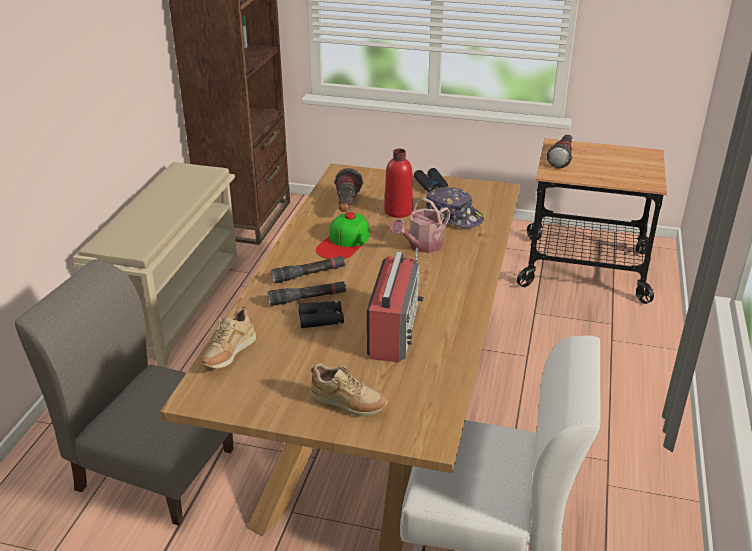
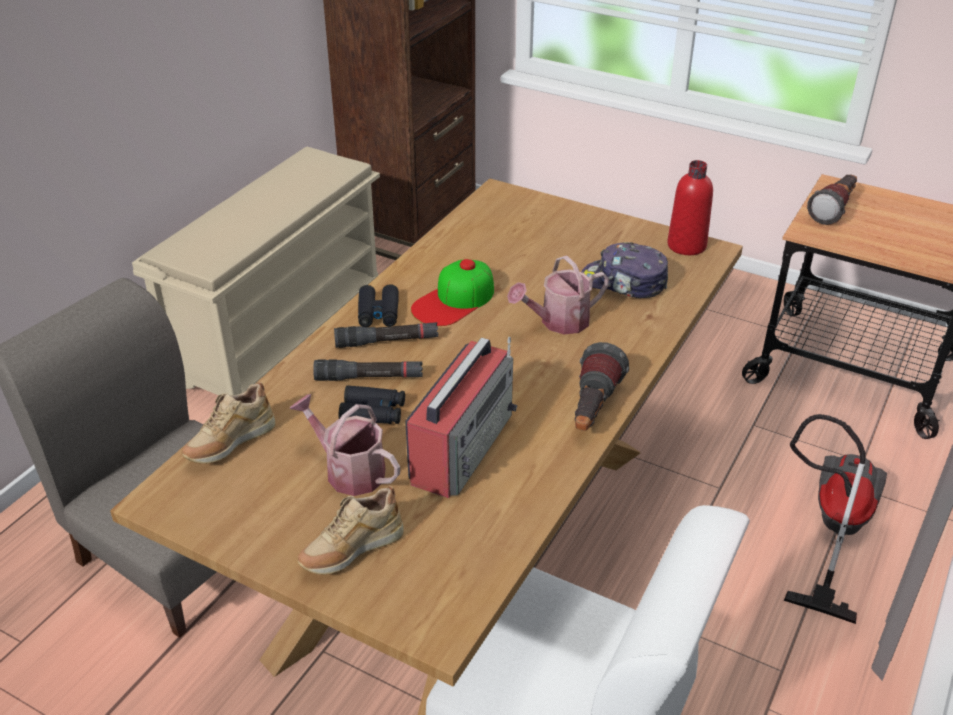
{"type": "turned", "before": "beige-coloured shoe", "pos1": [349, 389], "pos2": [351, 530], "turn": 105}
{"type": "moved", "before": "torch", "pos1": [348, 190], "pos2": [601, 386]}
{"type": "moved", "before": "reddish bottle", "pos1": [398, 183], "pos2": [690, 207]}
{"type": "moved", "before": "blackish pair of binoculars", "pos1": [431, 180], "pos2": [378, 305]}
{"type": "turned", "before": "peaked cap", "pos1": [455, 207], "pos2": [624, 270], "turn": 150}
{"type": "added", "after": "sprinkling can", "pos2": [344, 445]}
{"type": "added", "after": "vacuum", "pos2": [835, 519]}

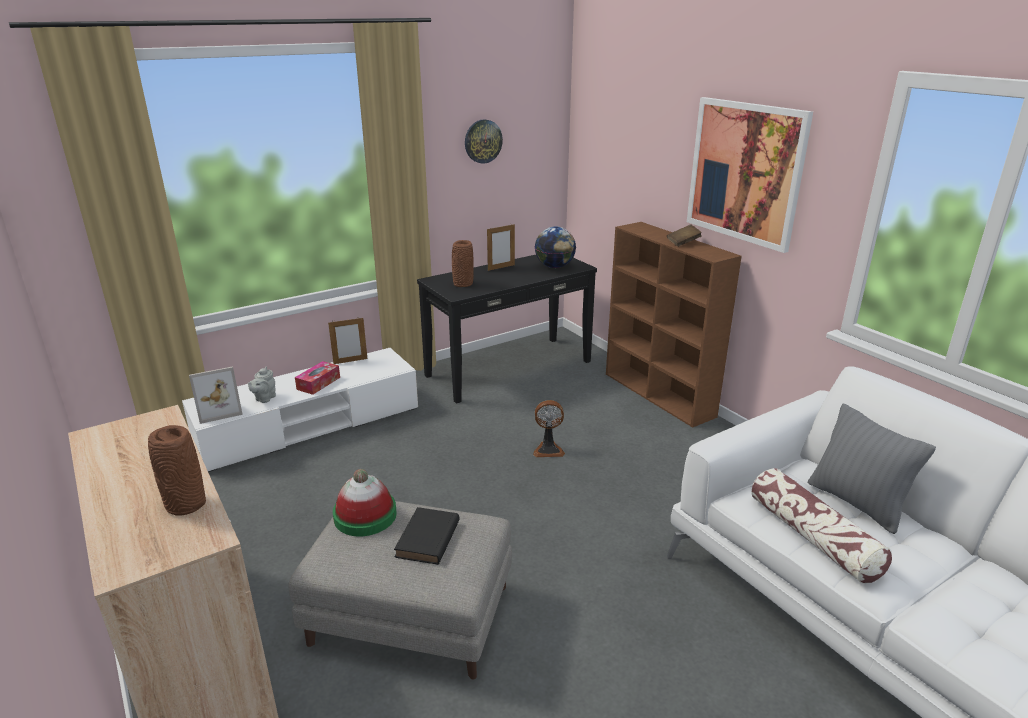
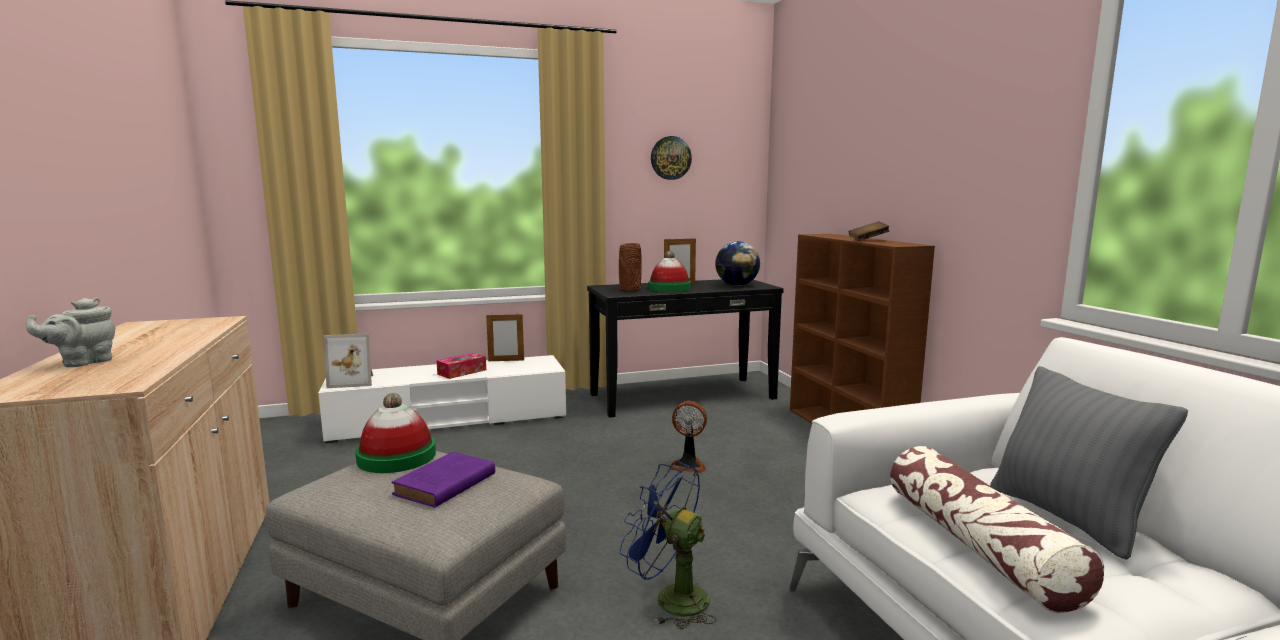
{"type": "removed", "before": "brown-coloured vase", "pos1": [177, 470]}
{"type": "moved", "before": "gray tea pot", "pos1": [262, 385], "pos2": [70, 332]}
{"type": "recoloured", "before": "blackish book", "after": "purplish book", "pos1": [427, 536], "pos2": [443, 480]}
{"type": "removed", "before": "wall art", "pos1": [750, 175]}
{"type": "added", "after": "blue cooling fan", "pos2": [668, 545]}
{"type": "added", "after": "wearable hat", "pos2": [669, 271]}

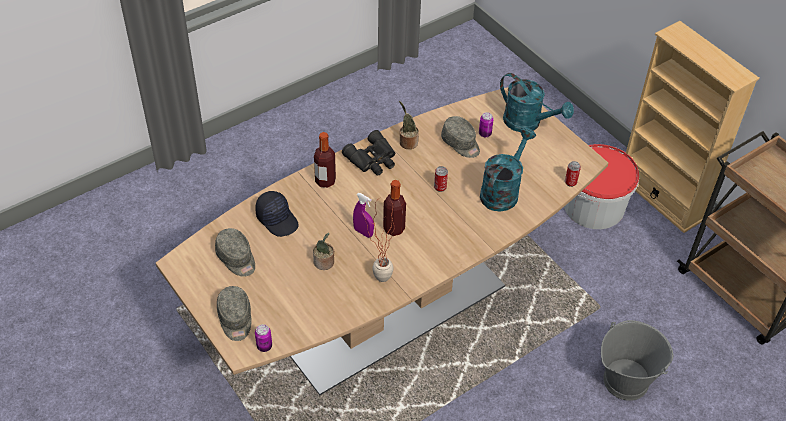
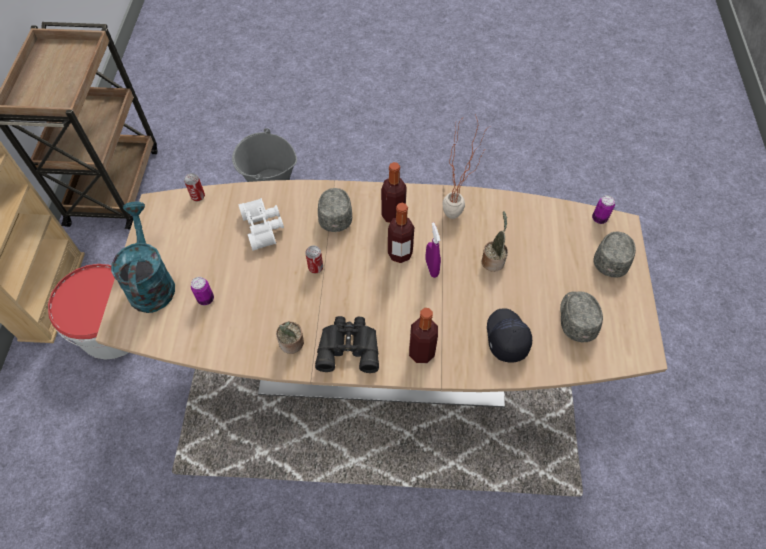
{"type": "moved", "before": "gray peaked cap", "pos1": [460, 137], "pos2": [335, 210]}
{"type": "replaced", "before": "turquoise sprinkling can", "after": "white-coloured pair of binoculars", "pos1": [508, 169], "pos2": [261, 224]}
{"type": "added", "after": "bottle", "pos2": [394, 192]}

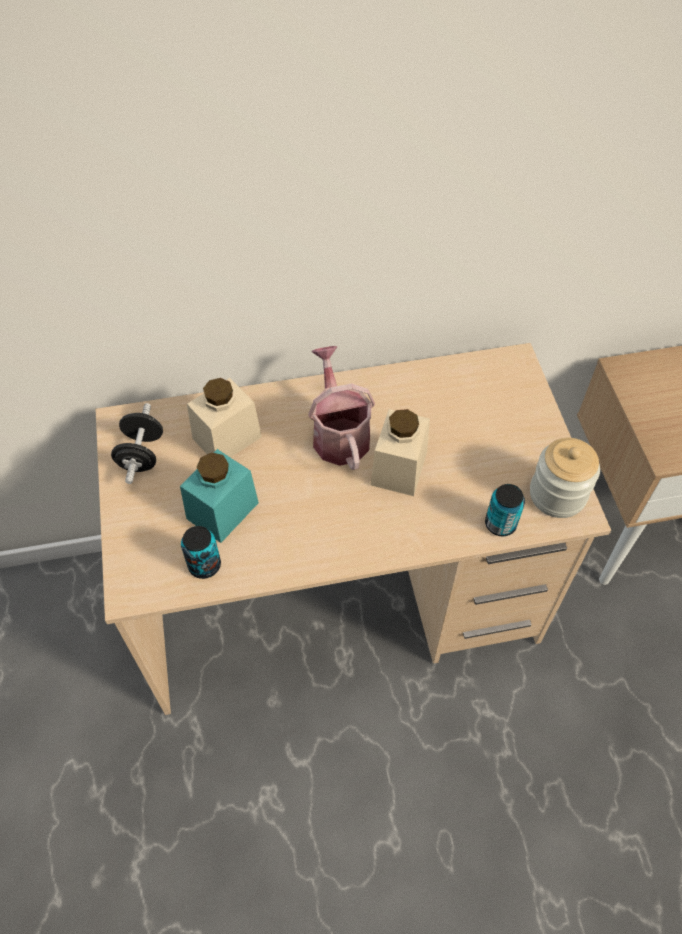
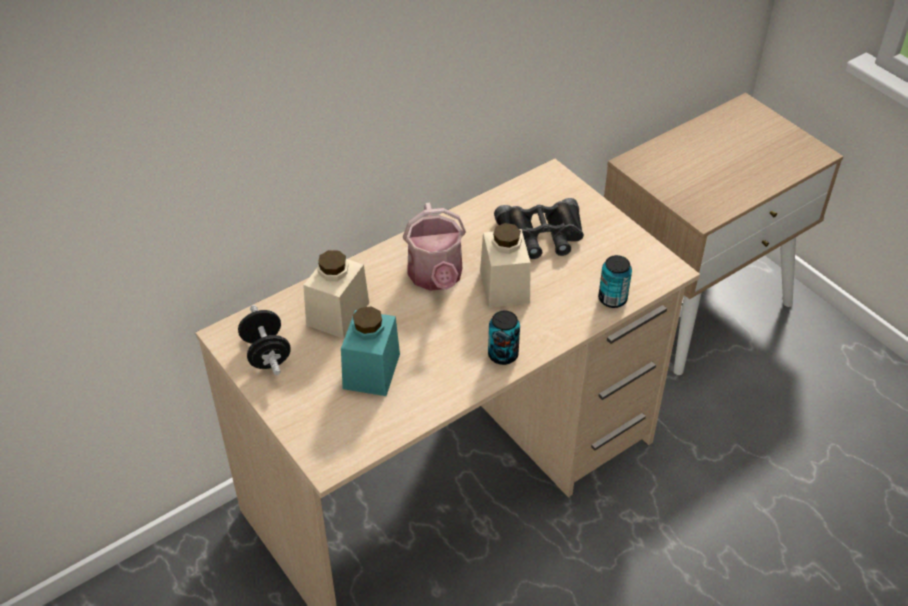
{"type": "moved", "before": "metal can", "pos1": [201, 552], "pos2": [504, 338]}
{"type": "turned", "before": "sprinkling can", "pos1": [341, 408], "pos2": [434, 247], "turn": -150}
{"type": "removed", "before": "jar", "pos1": [565, 478]}
{"type": "added", "after": "blackish pair of binoculars", "pos2": [539, 228]}

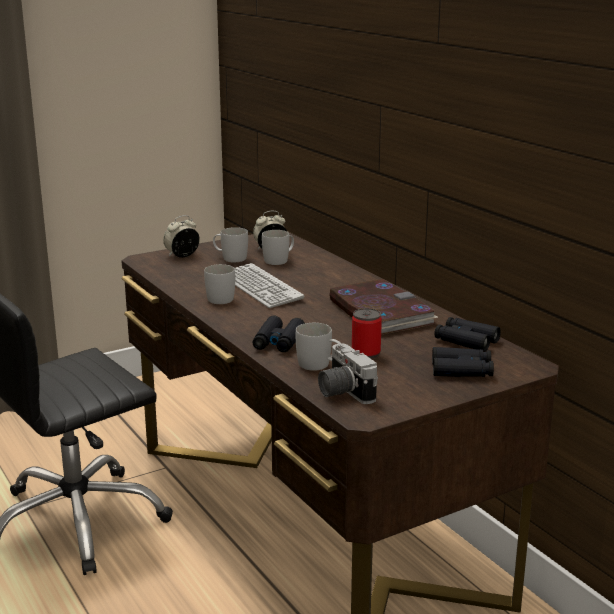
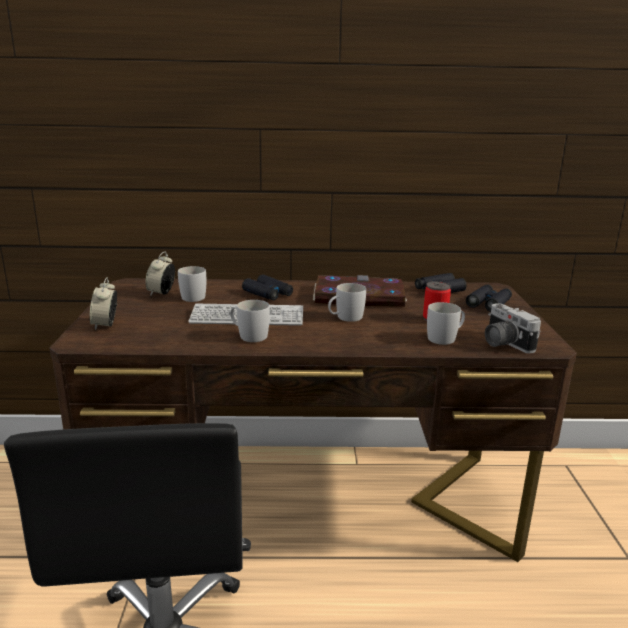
{"type": "moved", "before": "white-coloured coffee mug", "pos1": [230, 244], "pos2": [347, 302]}
{"type": "moved", "before": "blackish pair of binoculars", "pos1": [278, 334], "pos2": [267, 287]}
{"type": "turned", "before": "still camera", "pos1": [348, 374], "pos2": [513, 328], "turn": 60}

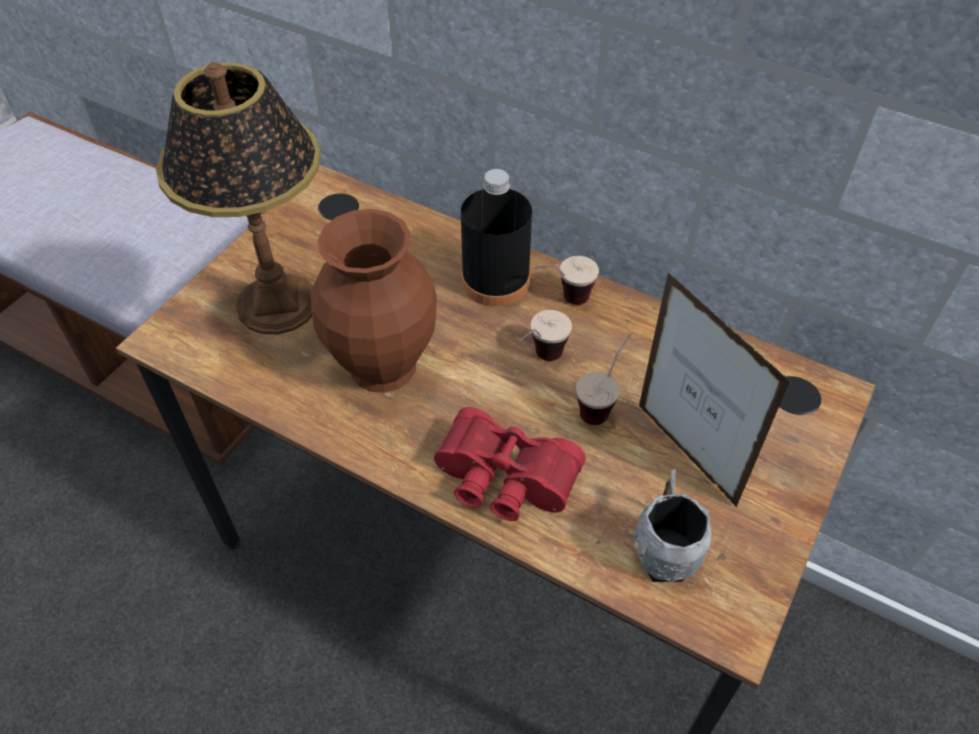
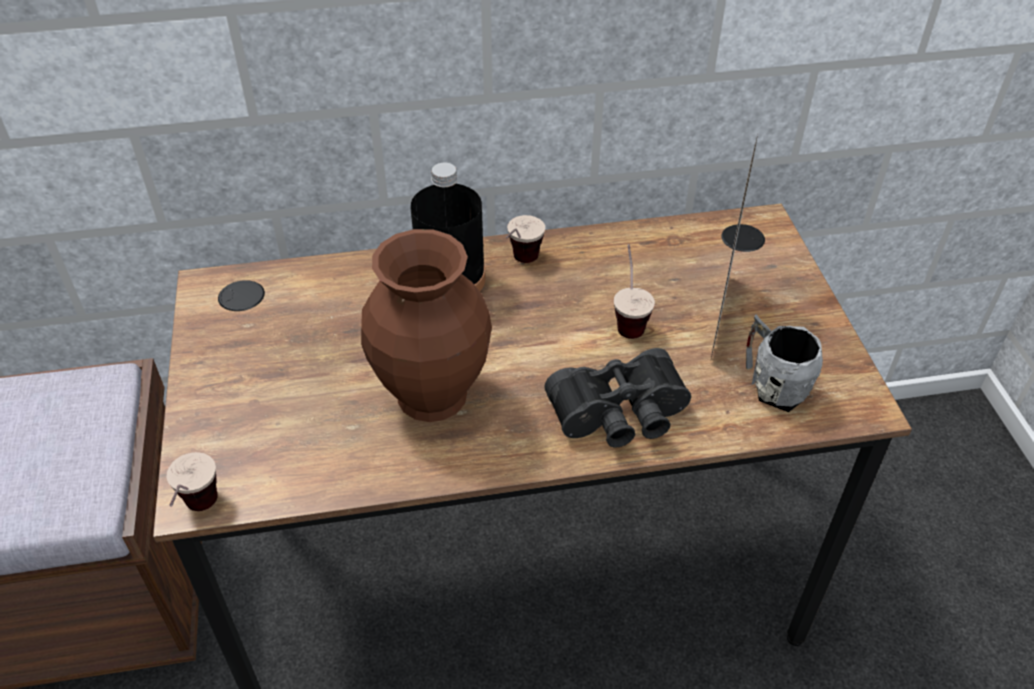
{"type": "removed", "before": "tabletop lamp", "pos1": [238, 198]}
{"type": "recoloured", "before": "reddish pair of binoculars", "after": "blackish pair of binoculars", "pos1": [510, 464], "pos2": [617, 398]}
{"type": "moved", "before": "cup", "pos1": [545, 335], "pos2": [192, 481]}
{"type": "turned", "before": "picture frame", "pos1": [715, 390], "pos2": [734, 246], "turn": 90}

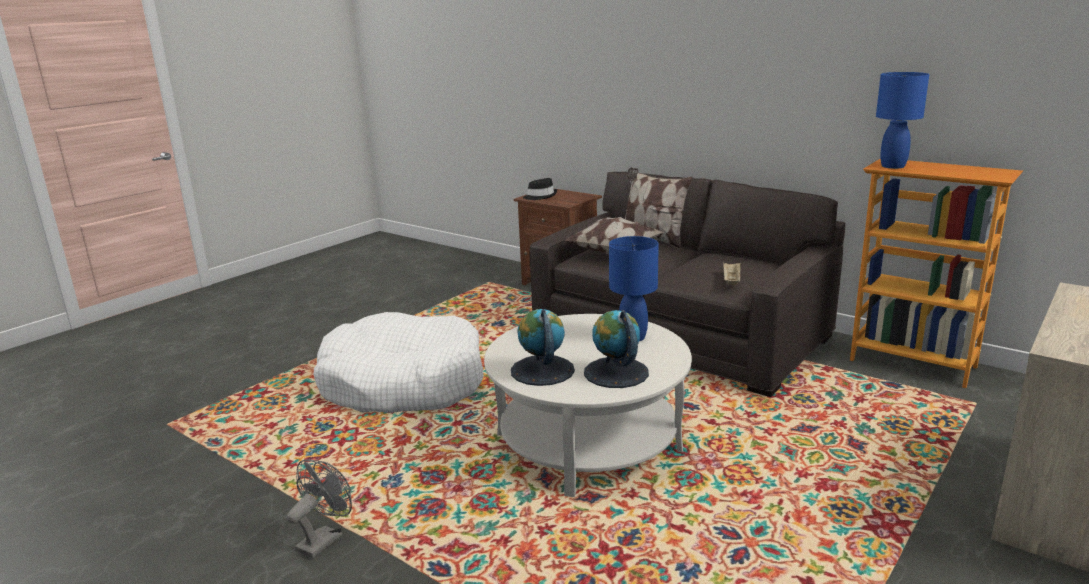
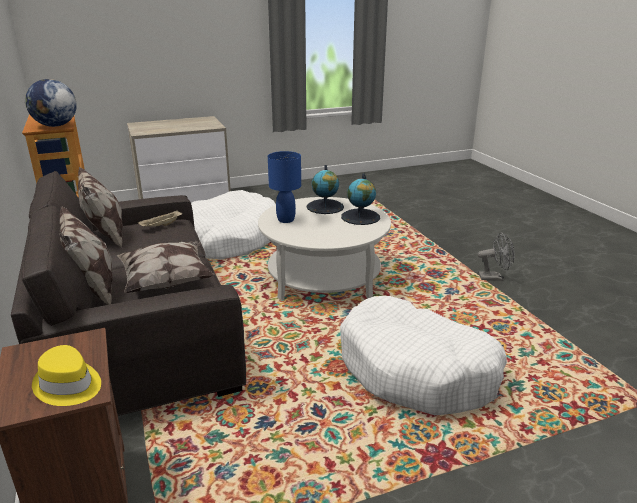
{"type": "turned", "before": "gray cooling fan", "pos1": [319, 508], "pos2": [496, 256], "turn": -150}
{"type": "recoloured", "before": "blackish wearable hat", "after": "yellow wearable hat", "pos1": [540, 189], "pos2": [66, 375]}
{"type": "replaced", "before": "blue tabletop lamp", "after": "world globe", "pos1": [902, 120], "pos2": [51, 103]}
{"type": "added", "after": "cushion", "pos2": [100, 207]}
{"type": "added", "after": "white-coloured dog cushion", "pos2": [233, 225]}

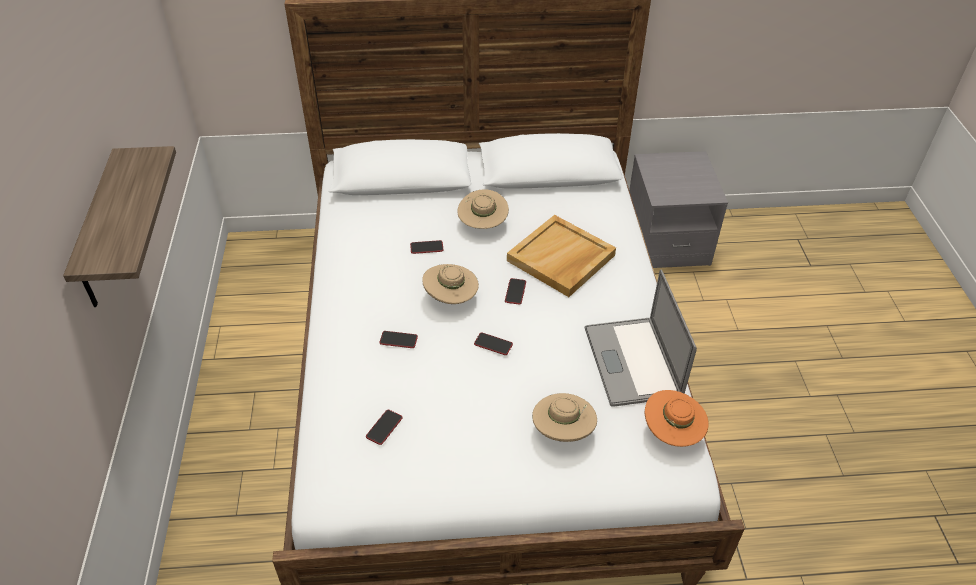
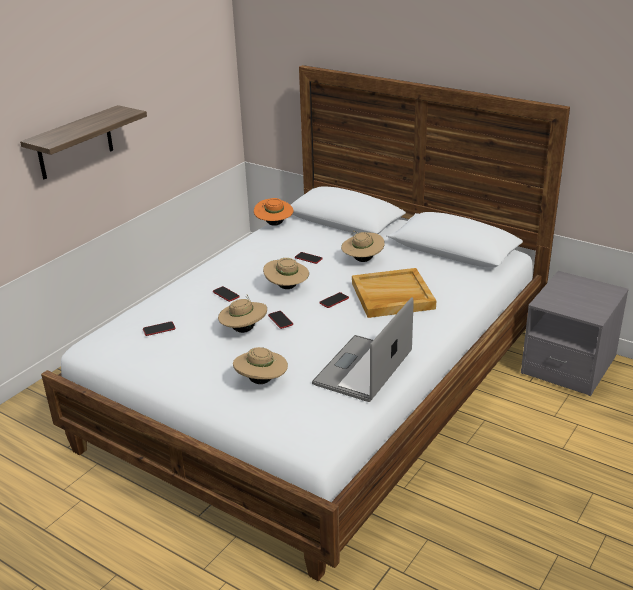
{"type": "moved", "before": "orange wearable hat", "pos1": [677, 418], "pos2": [273, 212]}
{"type": "added", "after": "beige-coloured wearable hat", "pos2": [242, 314]}

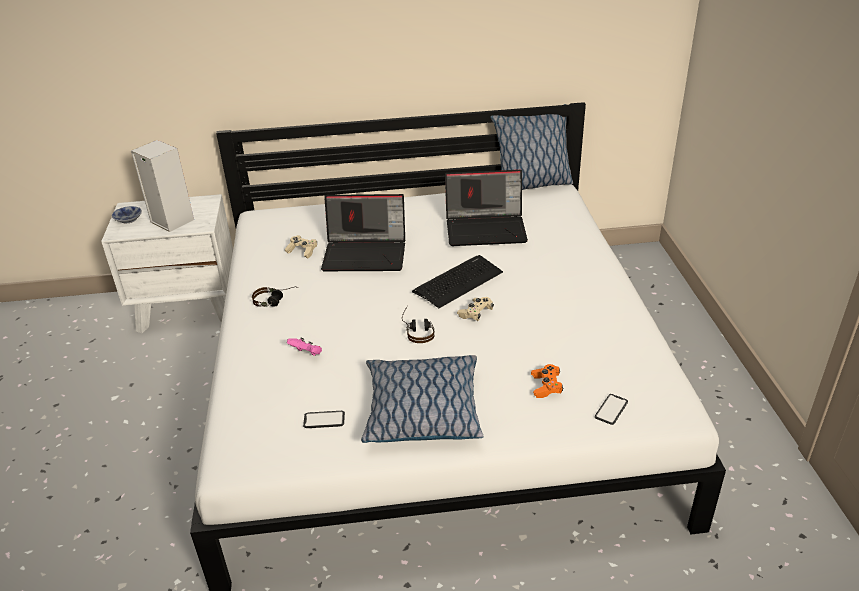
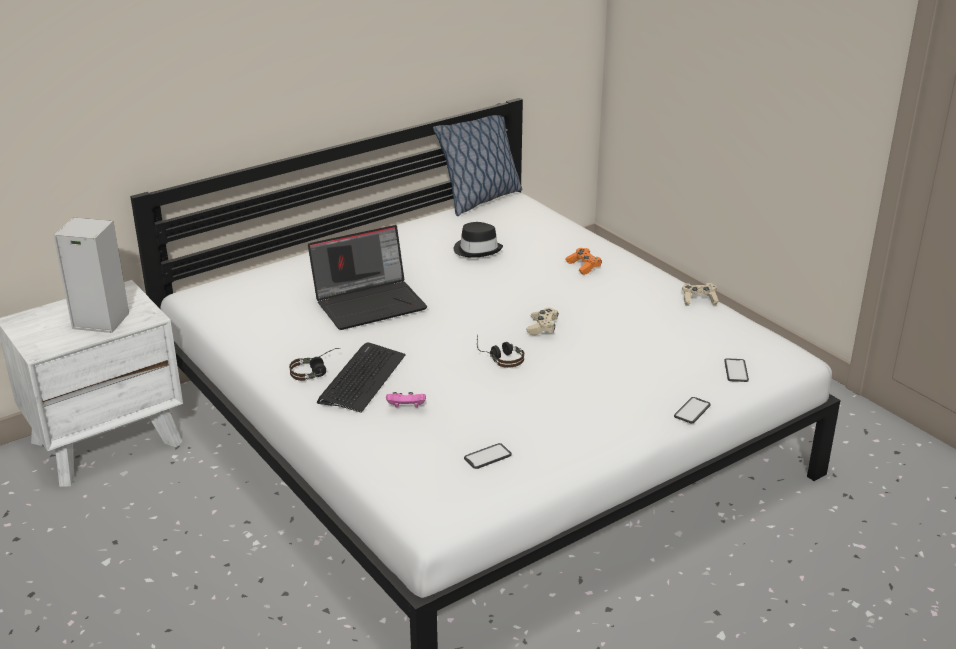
{"type": "removed", "before": "bowl", "pos1": [127, 215]}
{"type": "moved", "before": "beige-coloured gamepad", "pos1": [301, 246], "pos2": [700, 294]}
{"type": "removed", "before": "cushion", "pos1": [422, 399]}
{"type": "moved", "before": "PC keyboard", "pos1": [457, 281], "pos2": [361, 378]}
{"type": "replaced", "before": "notebook computer", "after": "blackish wearable hat", "pos1": [486, 208], "pos2": [478, 240]}
{"type": "moved", "before": "orange gamepad", "pos1": [547, 381], "pos2": [583, 261]}
{"type": "added", "after": "handset", "pos2": [692, 410]}

